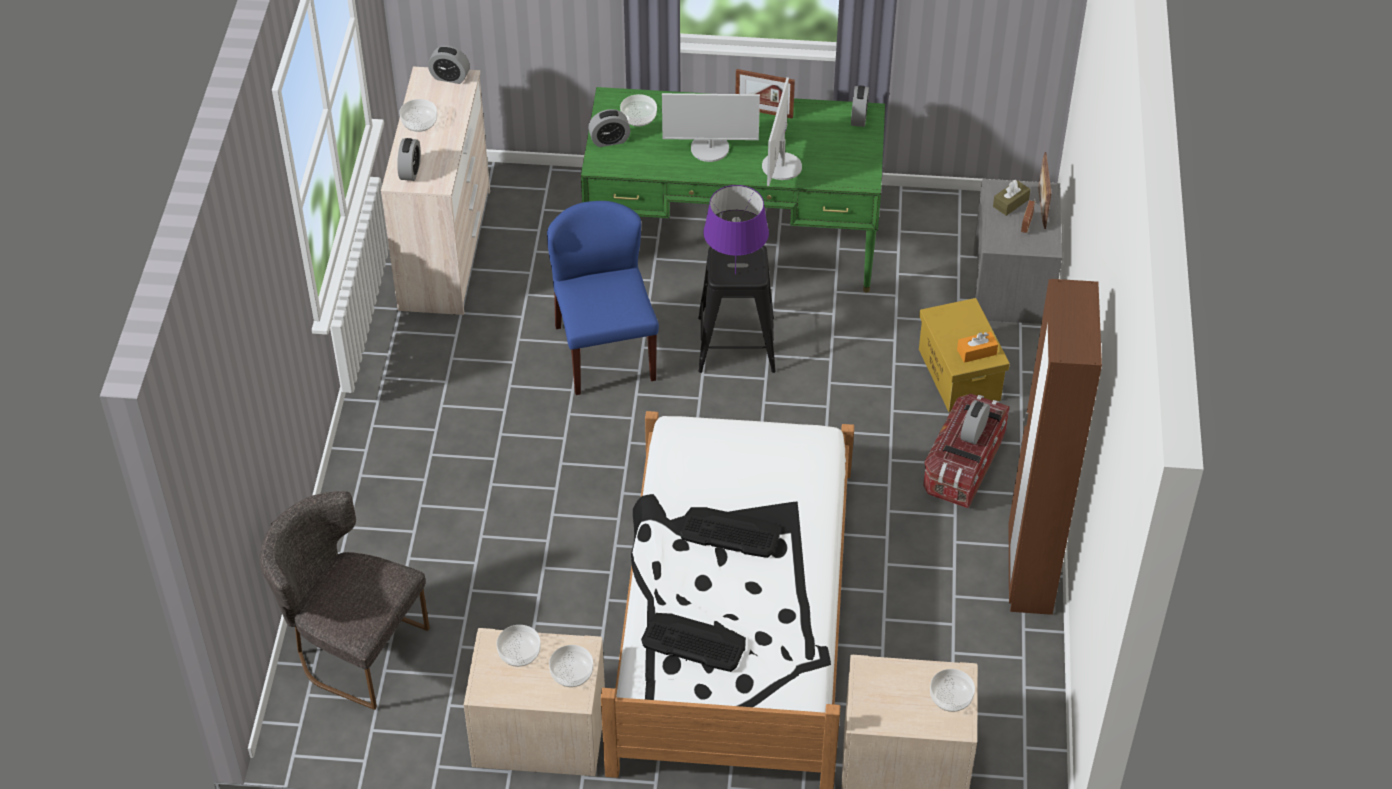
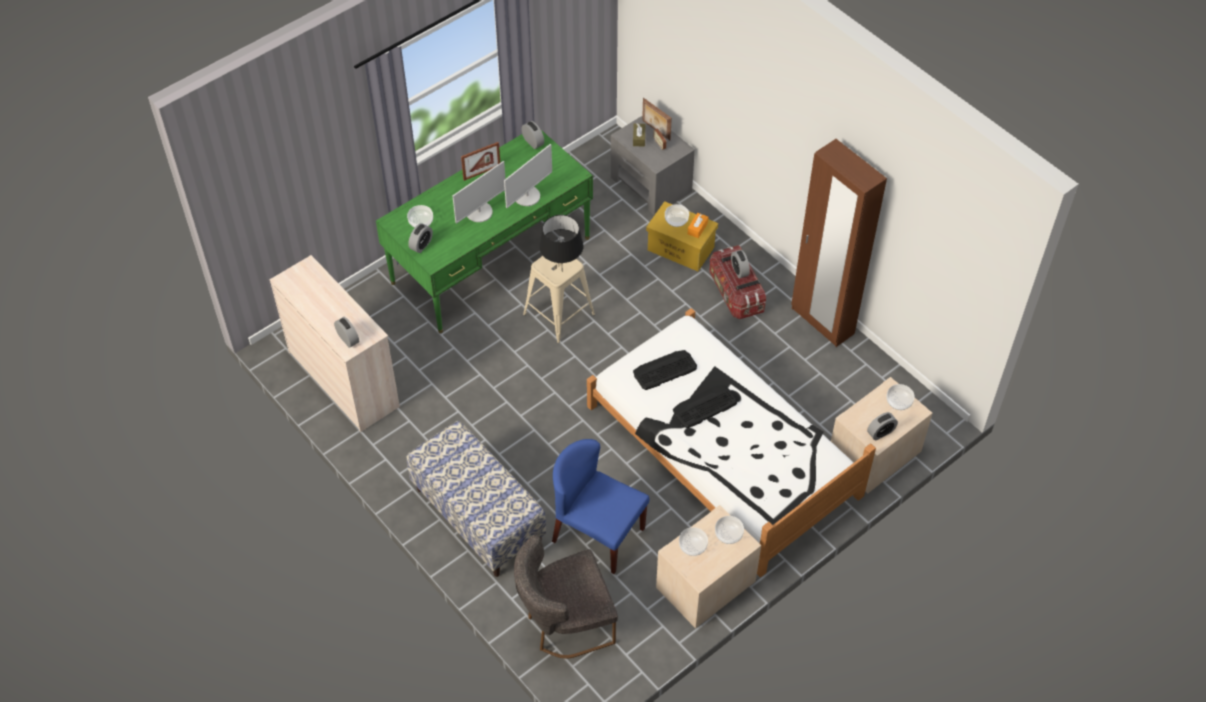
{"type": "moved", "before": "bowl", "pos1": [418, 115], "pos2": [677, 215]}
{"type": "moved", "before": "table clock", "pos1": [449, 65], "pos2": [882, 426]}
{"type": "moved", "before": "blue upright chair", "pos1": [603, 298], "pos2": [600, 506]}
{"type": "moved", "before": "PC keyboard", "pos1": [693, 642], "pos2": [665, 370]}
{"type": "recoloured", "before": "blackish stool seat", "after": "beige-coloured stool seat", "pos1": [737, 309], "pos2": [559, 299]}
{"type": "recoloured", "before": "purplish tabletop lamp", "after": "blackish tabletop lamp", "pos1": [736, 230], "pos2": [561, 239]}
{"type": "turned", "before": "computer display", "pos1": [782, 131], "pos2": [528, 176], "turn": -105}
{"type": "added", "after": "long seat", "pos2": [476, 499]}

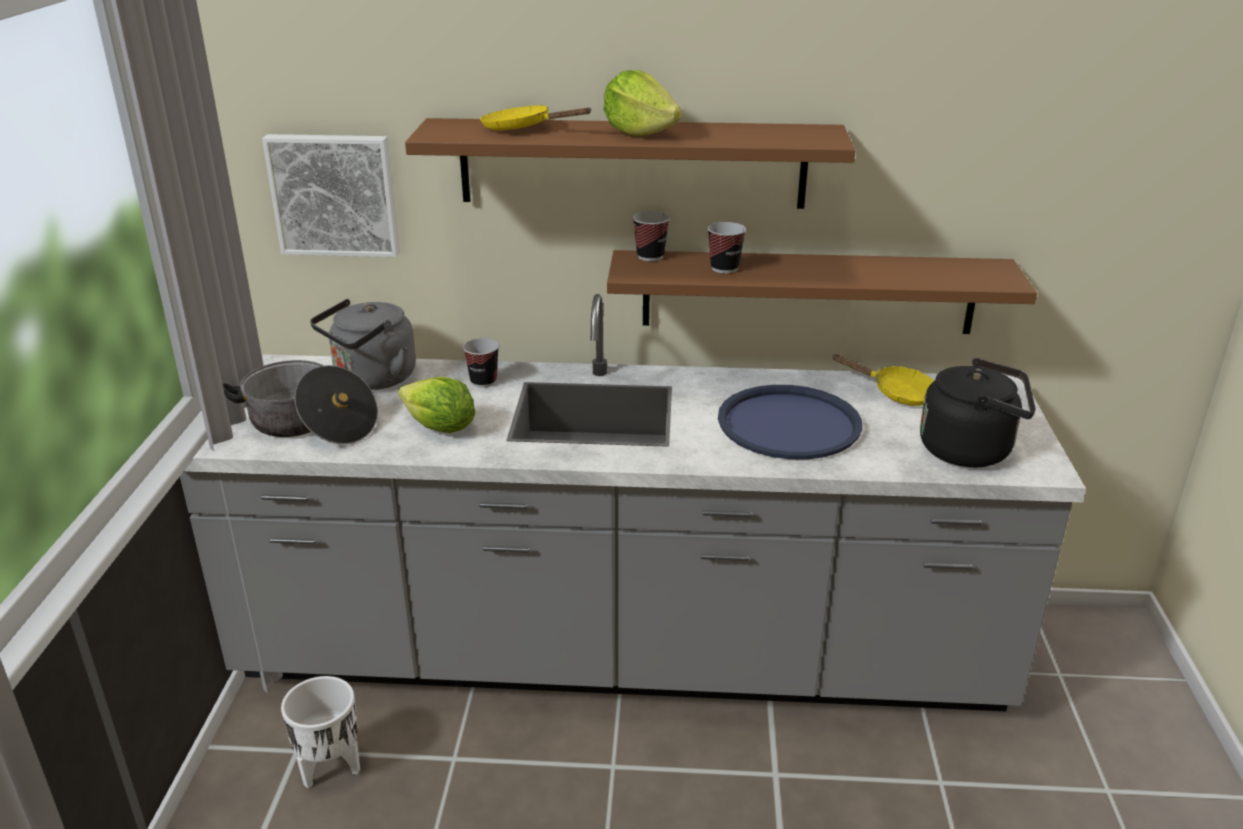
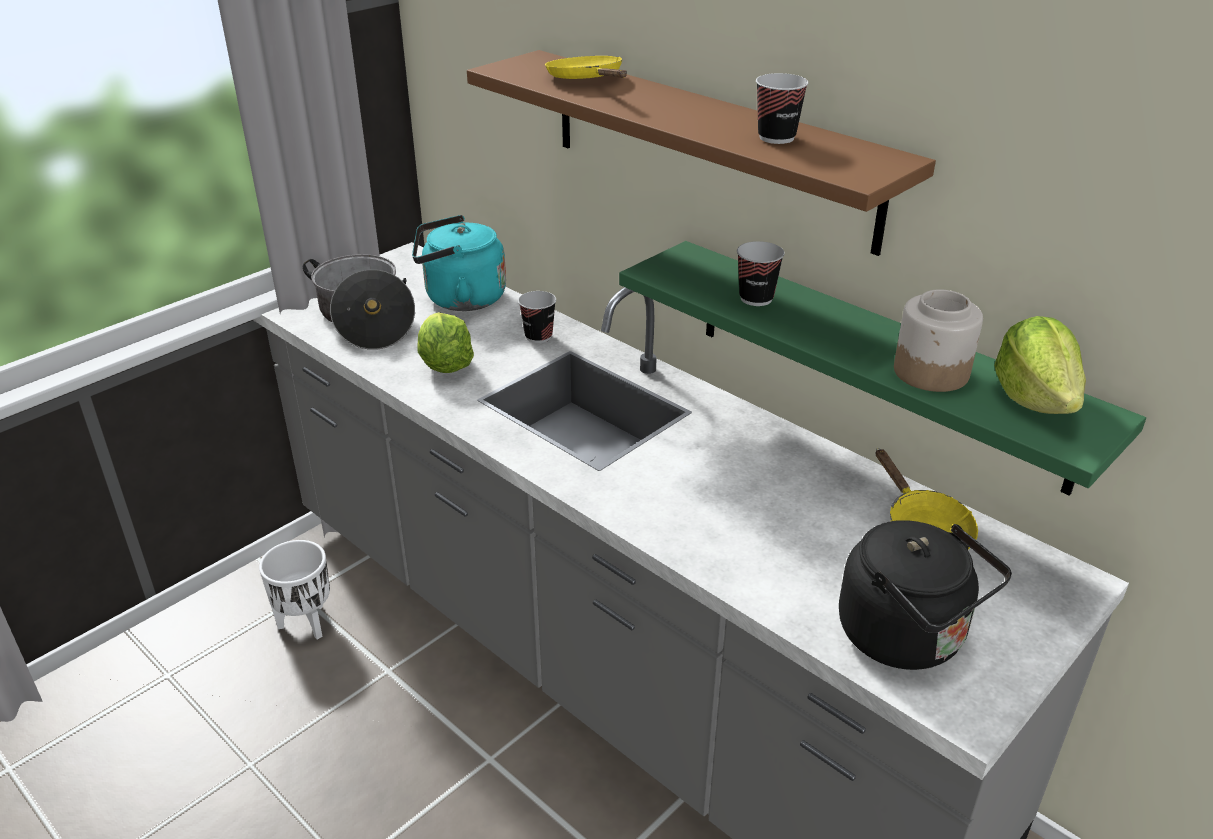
{"type": "removed", "before": "wall art", "pos1": [331, 195]}
{"type": "recoloured", "before": "gray kettle", "after": "turquoise kettle", "pos1": [363, 344], "pos2": [459, 263]}
{"type": "moved", "before": "head of lettuce", "pos1": [642, 103], "pos2": [1040, 365]}
{"type": "recoloured", "before": "brown-coloured bracket shelf", "after": "greenish bracket shelf", "pos1": [822, 292], "pos2": [882, 368]}
{"type": "moved", "before": "cup", "pos1": [651, 236], "pos2": [782, 108]}
{"type": "removed", "before": "blue serving tray", "pos1": [790, 422]}
{"type": "added", "after": "jar", "pos2": [938, 340]}

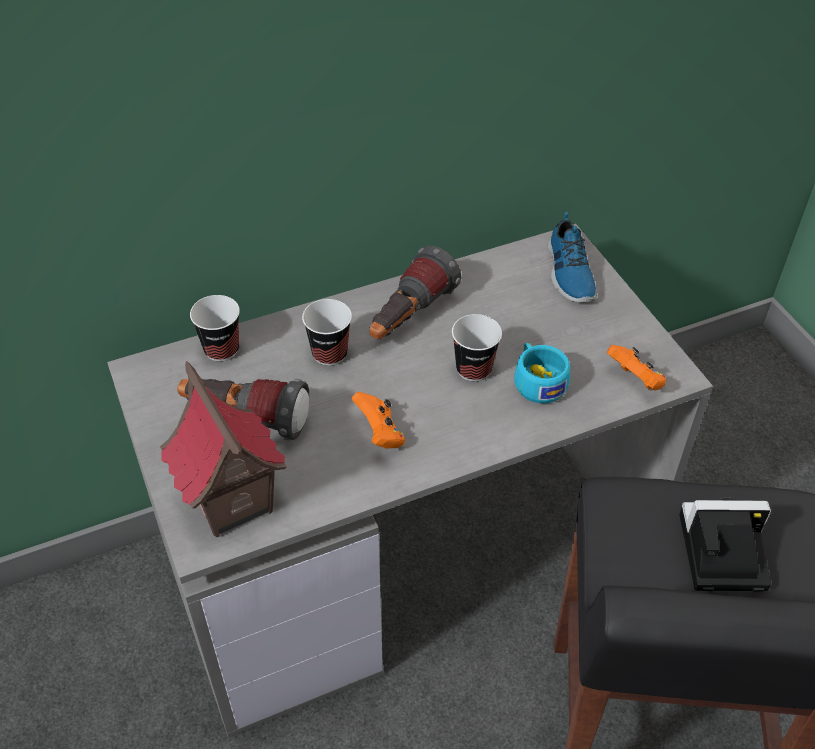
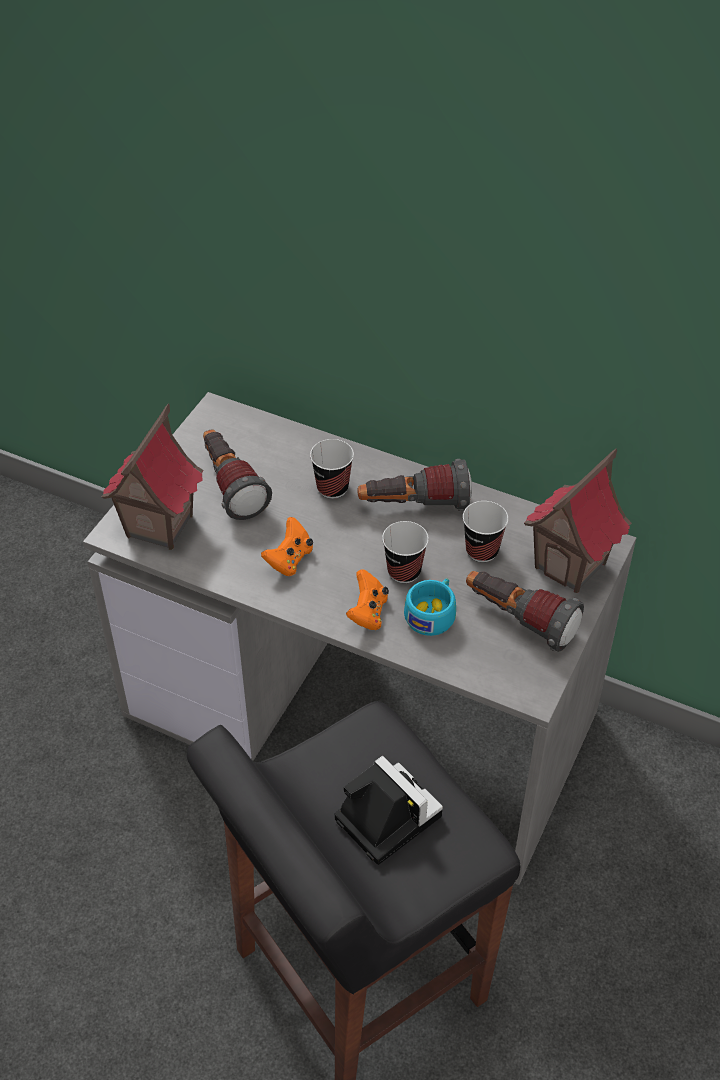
{"type": "moved", "before": "cup", "pos1": [215, 328], "pos2": [485, 531]}
{"type": "replaced", "before": "shoe", "after": "model house", "pos1": [572, 257], "pos2": [578, 521]}
{"type": "moved", "before": "orange gamepad", "pos1": [636, 368], "pos2": [367, 600]}
{"type": "added", "after": "torch", "pos2": [525, 611]}

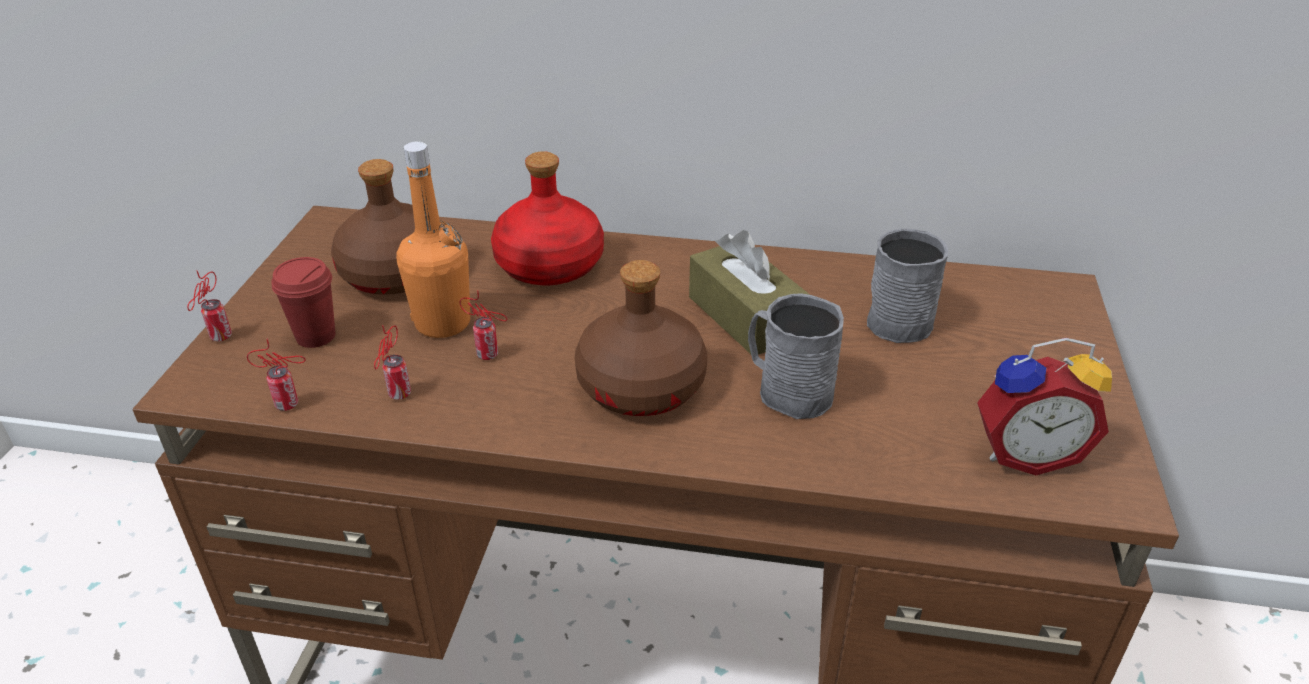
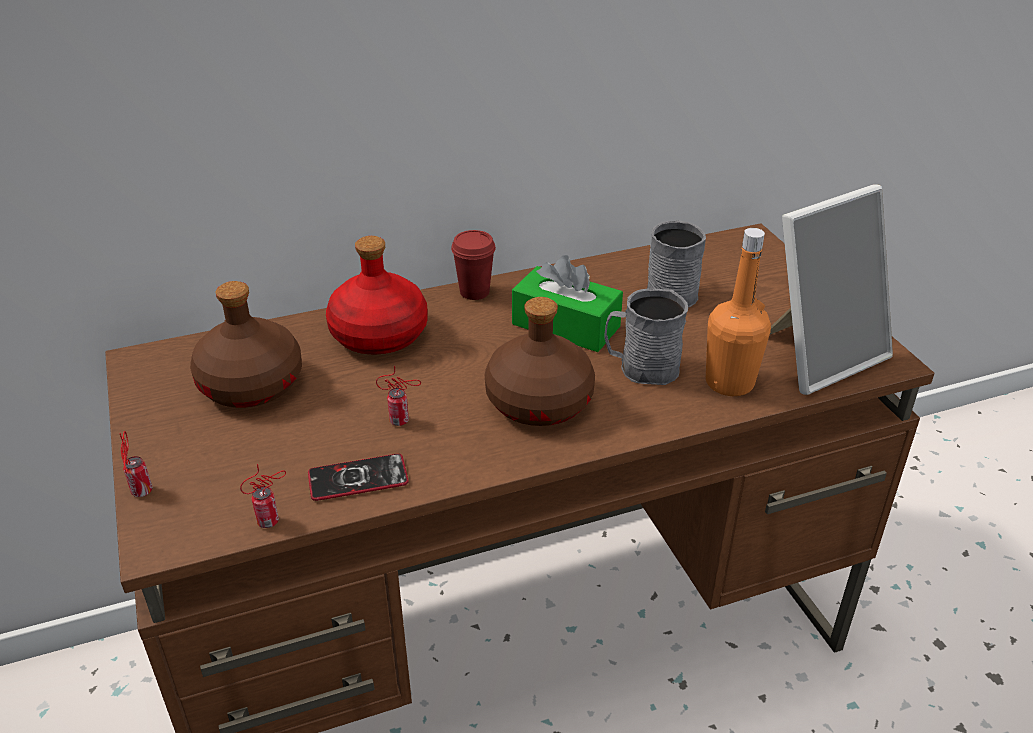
{"type": "moved", "before": "reddish cup", "pos1": [303, 302], "pos2": [473, 265]}
{"type": "replaced", "before": "metal can", "after": "handset", "pos1": [392, 362], "pos2": [358, 477]}
{"type": "moved", "before": "orange bottle", "pos1": [433, 240], "pos2": [738, 312]}
{"type": "recoloured", "before": "brown-coloured tissue box", "after": "greenish tissue box", "pos1": [749, 292], "pos2": [567, 303]}
{"type": "replaced", "before": "table clock", "after": "picture frame", "pos1": [1044, 406], "pos2": [831, 289]}

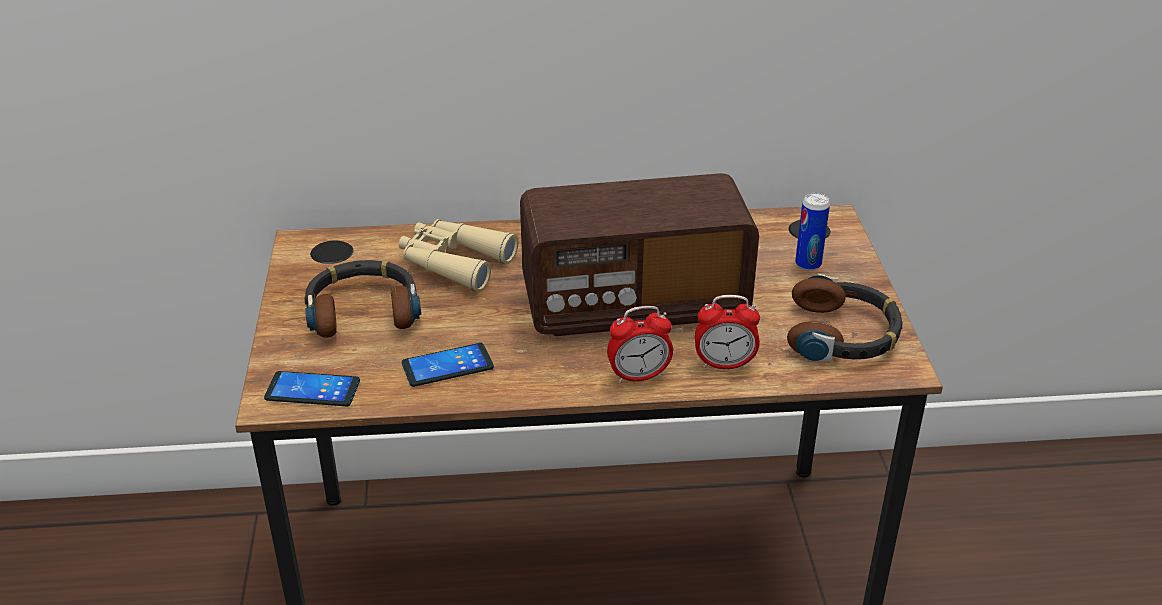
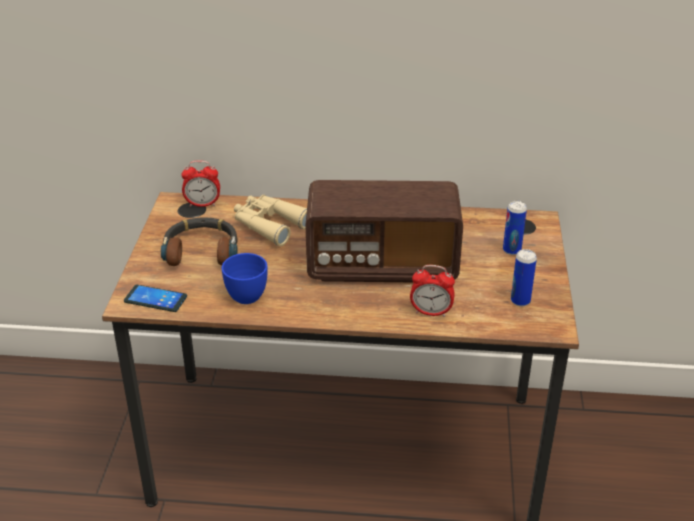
{"type": "replaced", "before": "handset", "after": "blue cup", "pos1": [448, 365], "pos2": [245, 278]}
{"type": "moved", "before": "table clock", "pos1": [640, 344], "pos2": [200, 184]}
{"type": "replaced", "before": "headset", "after": "metal can", "pos1": [845, 318], "pos2": [524, 277]}

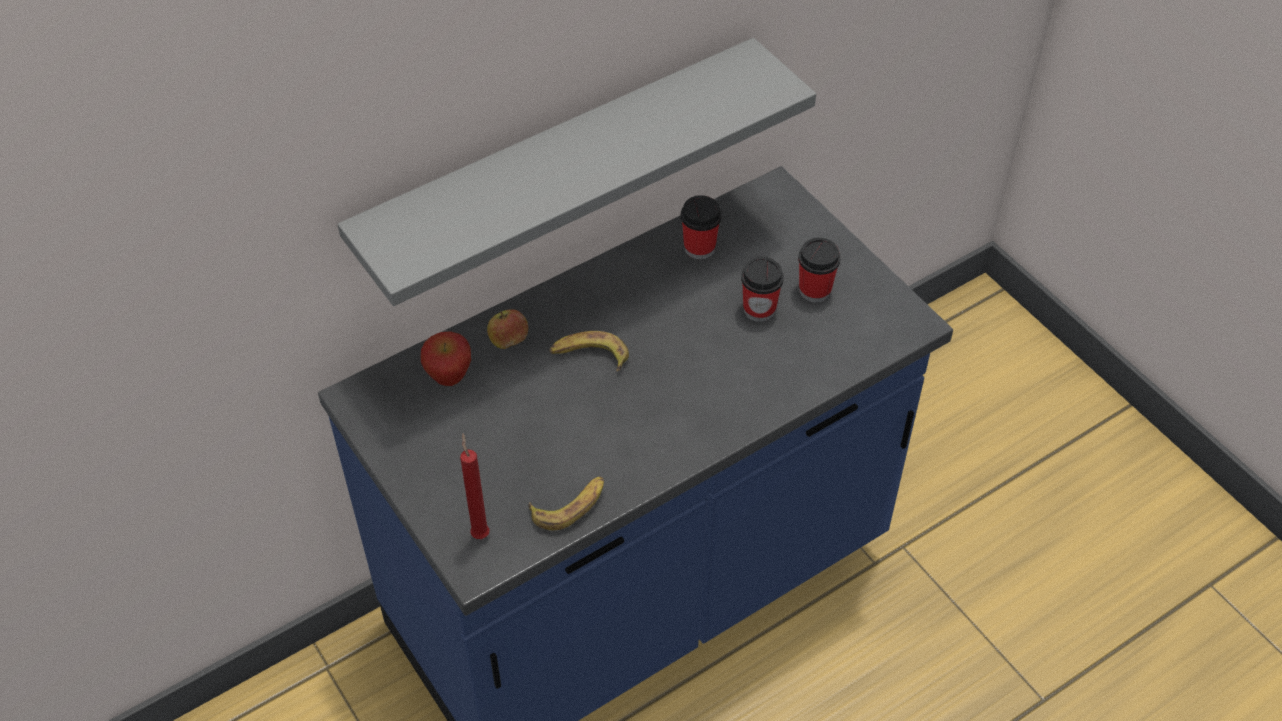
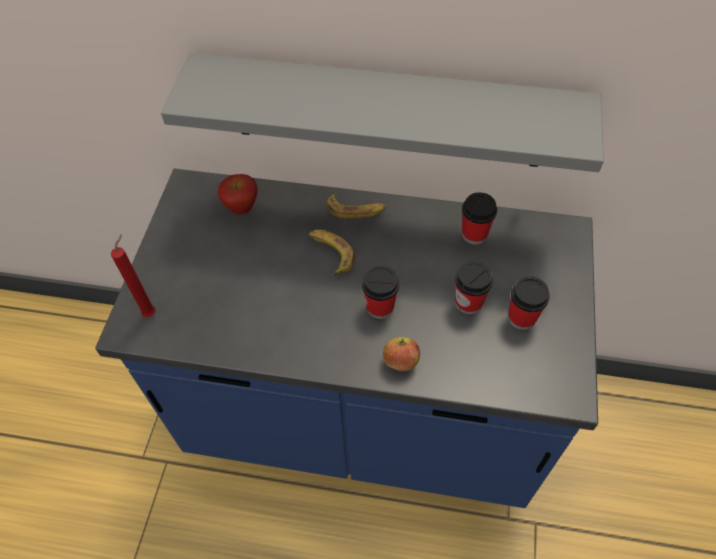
{"type": "moved", "before": "apple fruit", "pos1": [507, 329], "pos2": [401, 354]}
{"type": "moved", "before": "banana fruit", "pos1": [566, 503], "pos2": [356, 205]}
{"type": "added", "after": "cup", "pos2": [380, 292]}

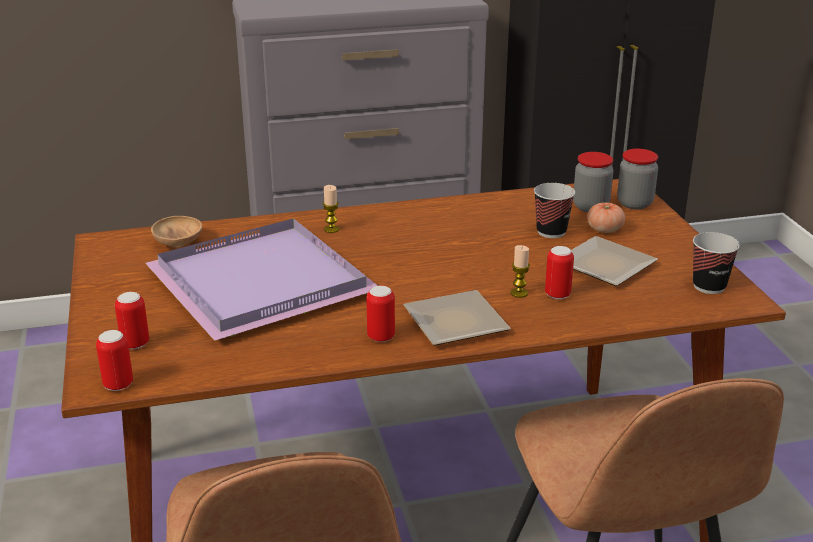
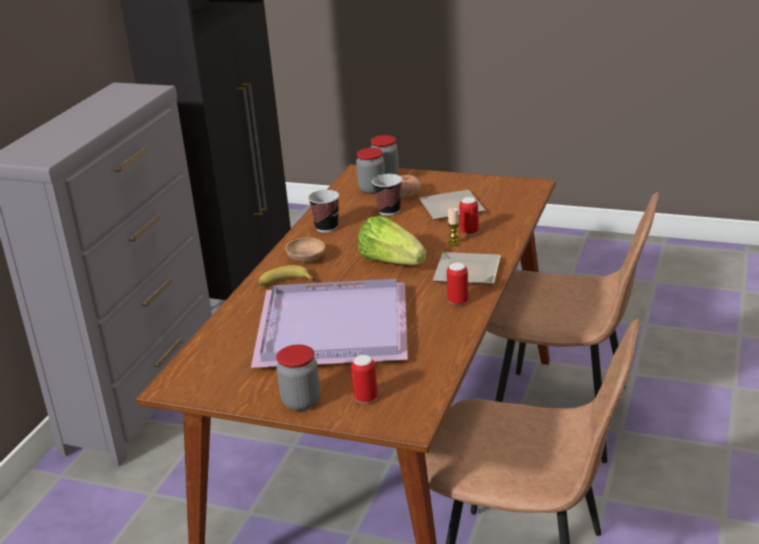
{"type": "removed", "before": "metal can", "pos1": [114, 360]}
{"type": "moved", "before": "brown-coloured bowl", "pos1": [176, 232], "pos2": [305, 250]}
{"type": "replaced", "before": "candle", "after": "banana fruit", "pos1": [331, 209], "pos2": [286, 275]}
{"type": "moved", "before": "cup", "pos1": [716, 263], "pos2": [323, 211]}
{"type": "added", "after": "jar", "pos2": [298, 378]}
{"type": "added", "after": "head of lettuce", "pos2": [392, 240]}

